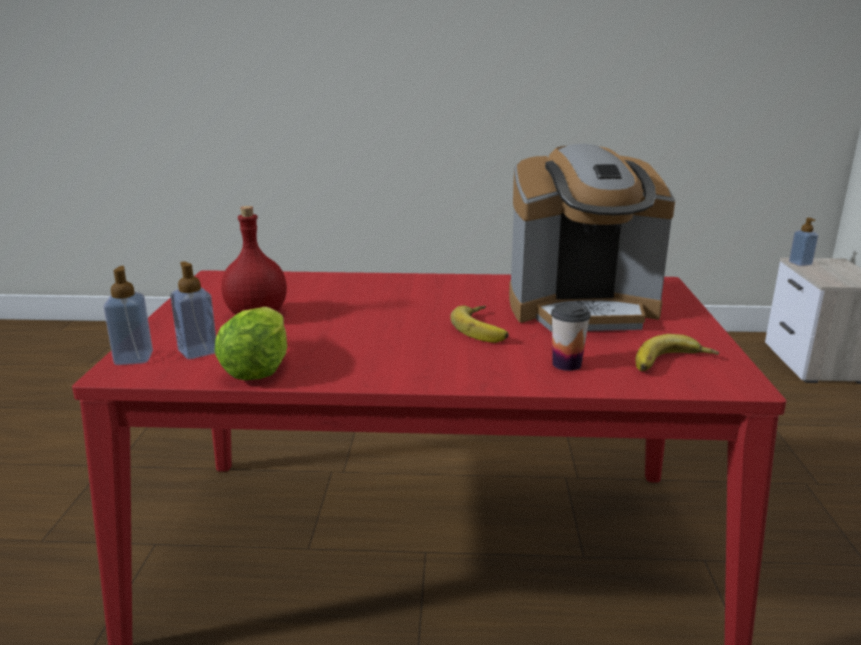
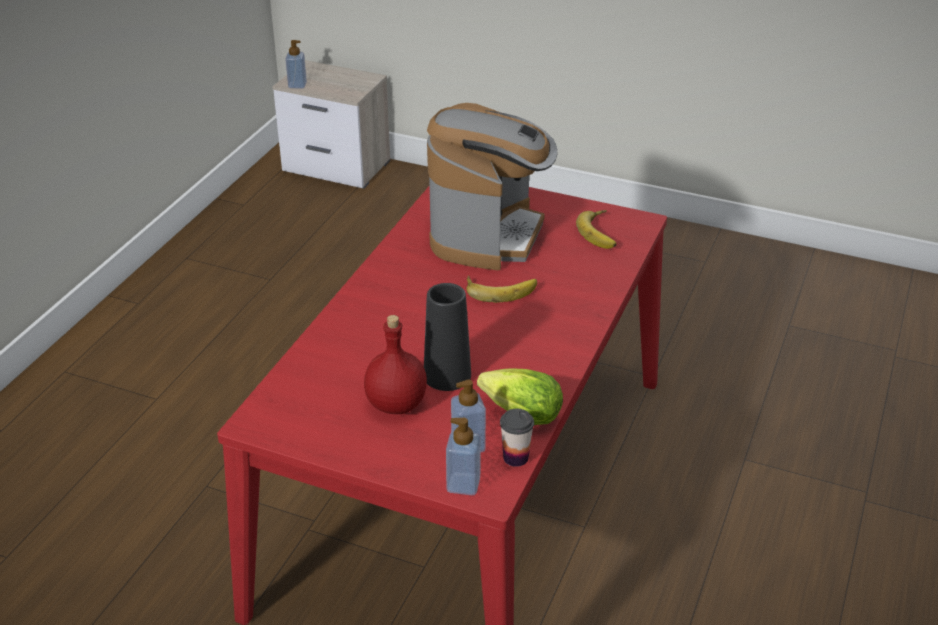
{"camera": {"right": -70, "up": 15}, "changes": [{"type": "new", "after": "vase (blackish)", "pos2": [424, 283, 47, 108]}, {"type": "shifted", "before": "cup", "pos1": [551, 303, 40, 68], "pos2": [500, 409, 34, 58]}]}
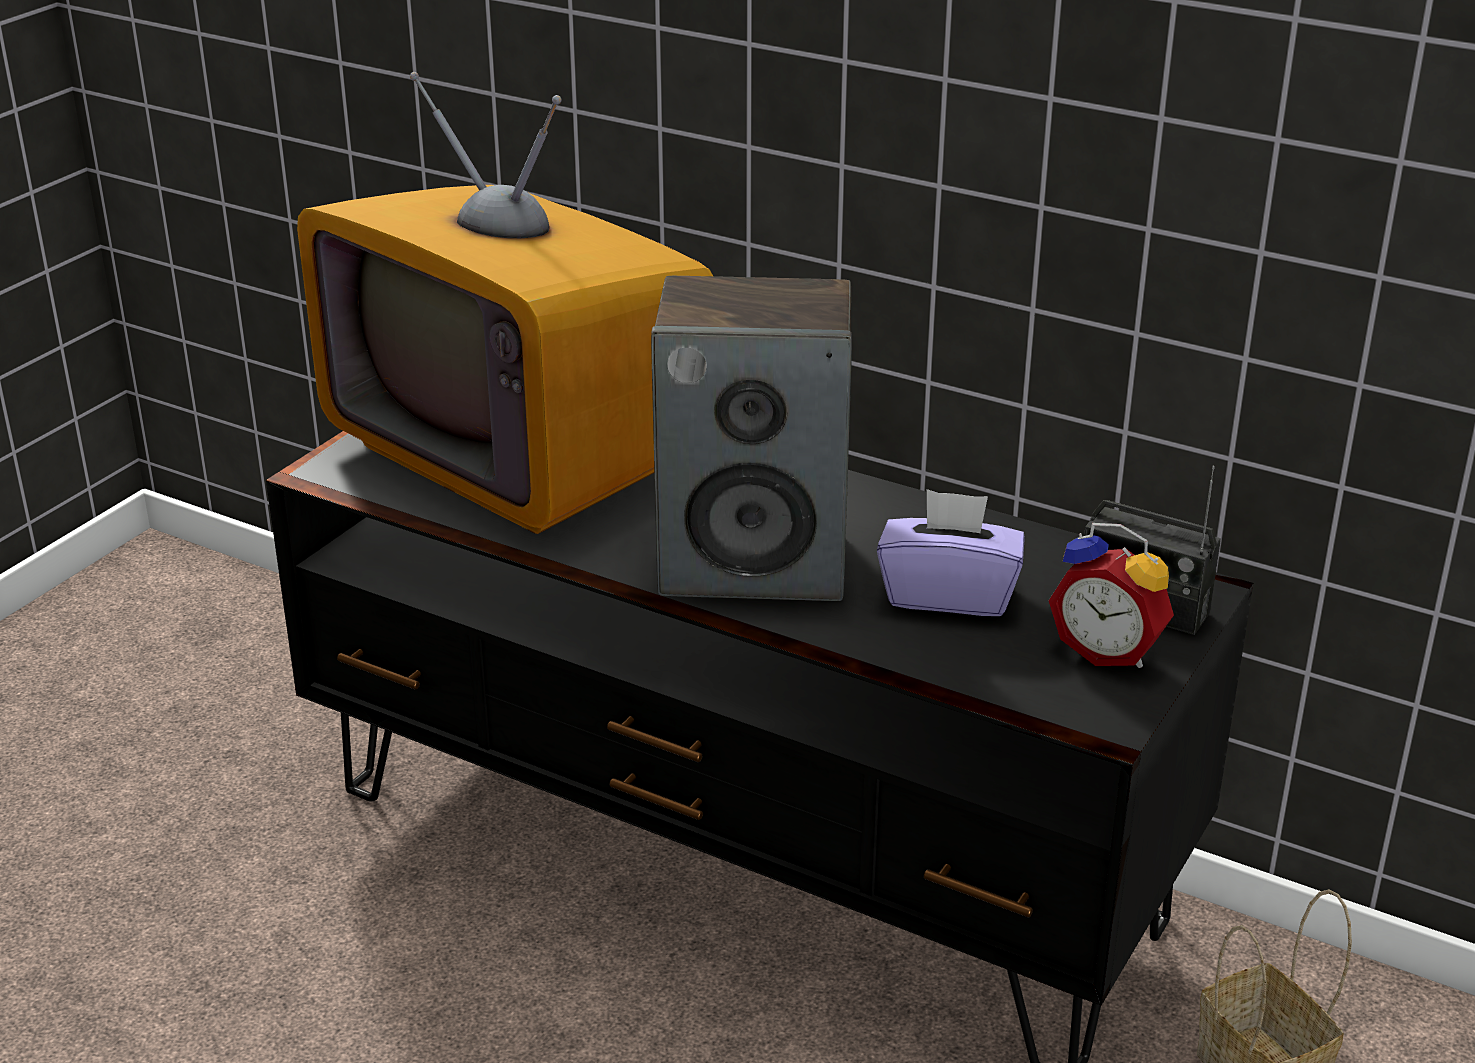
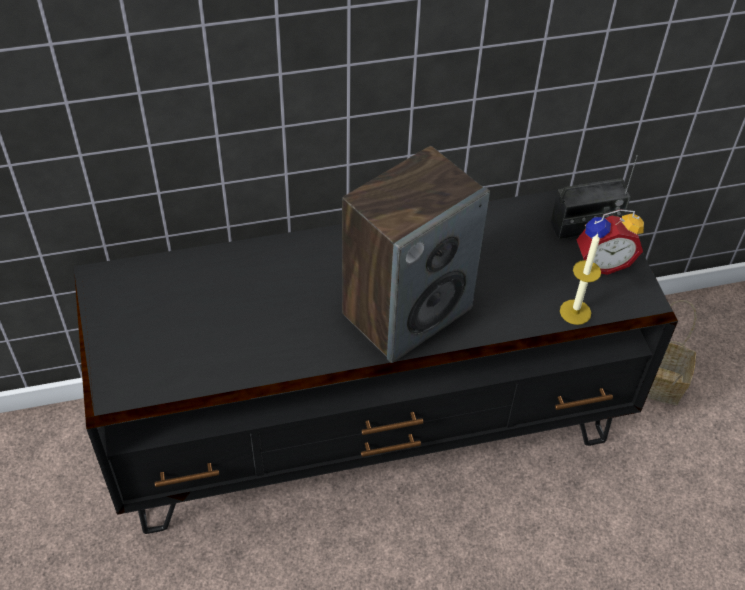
{"camera": {"right": -45, "up": 20}, "changes": [{"type": "new", "after": "wax light", "pos2": [560, 233, 41, 92]}, {"type": "gone", "before": "TV set", "pos1": [297, 72, 416, 462]}, {"type": "gone", "before": "tissue box (purple)", "pos1": [877, 489, 148, 127]}]}
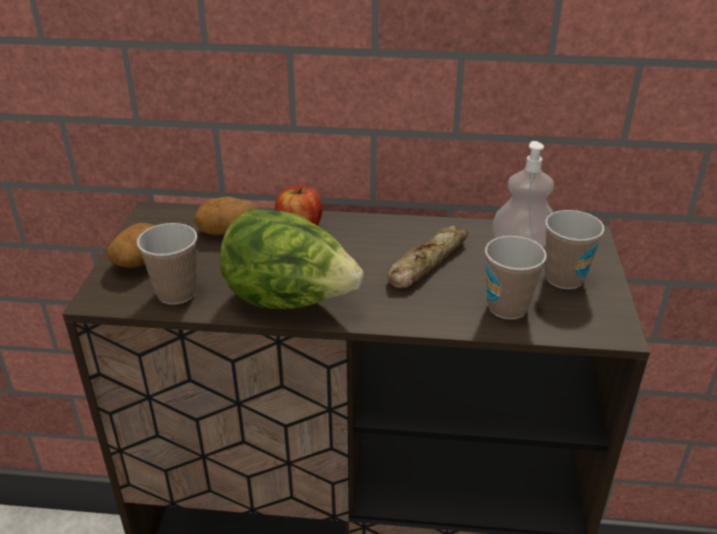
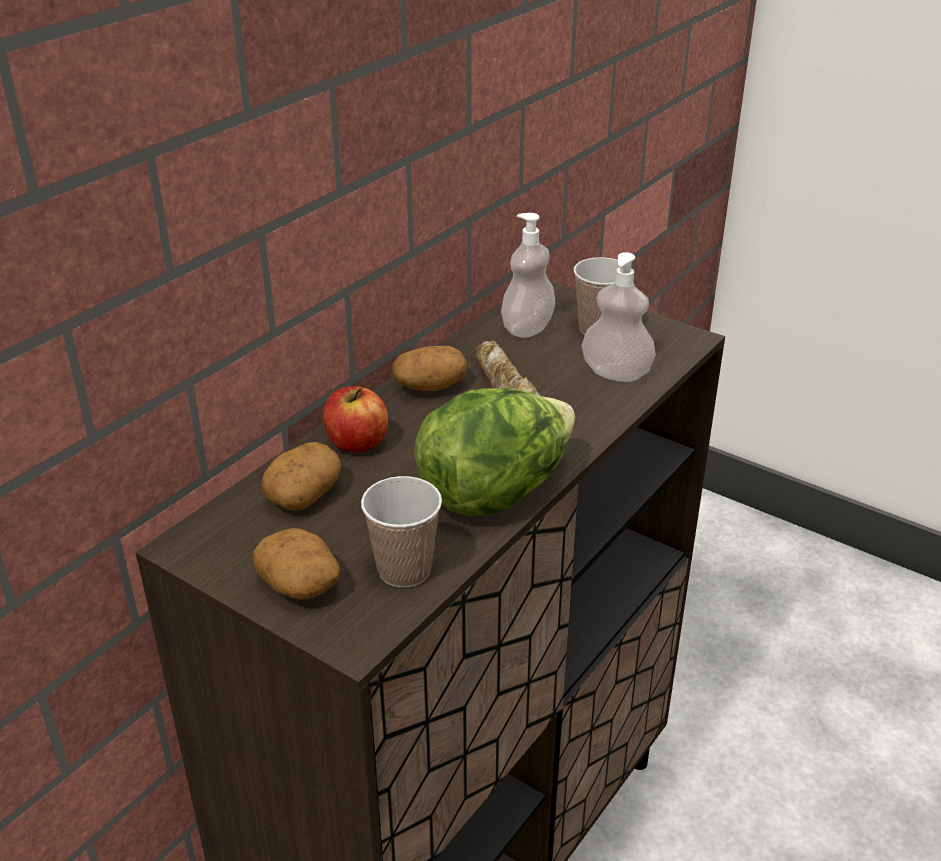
{"camera": {"right": -60, "up": 0}, "changes": [{"type": "new", "after": "spud", "pos2": [392, 346, 75, 45]}, {"type": "swapped", "before": "cup", "after": "soap dispenser", "pos1": [485, 236, 62, 83], "pos2": [582, 252, 74, 130]}]}
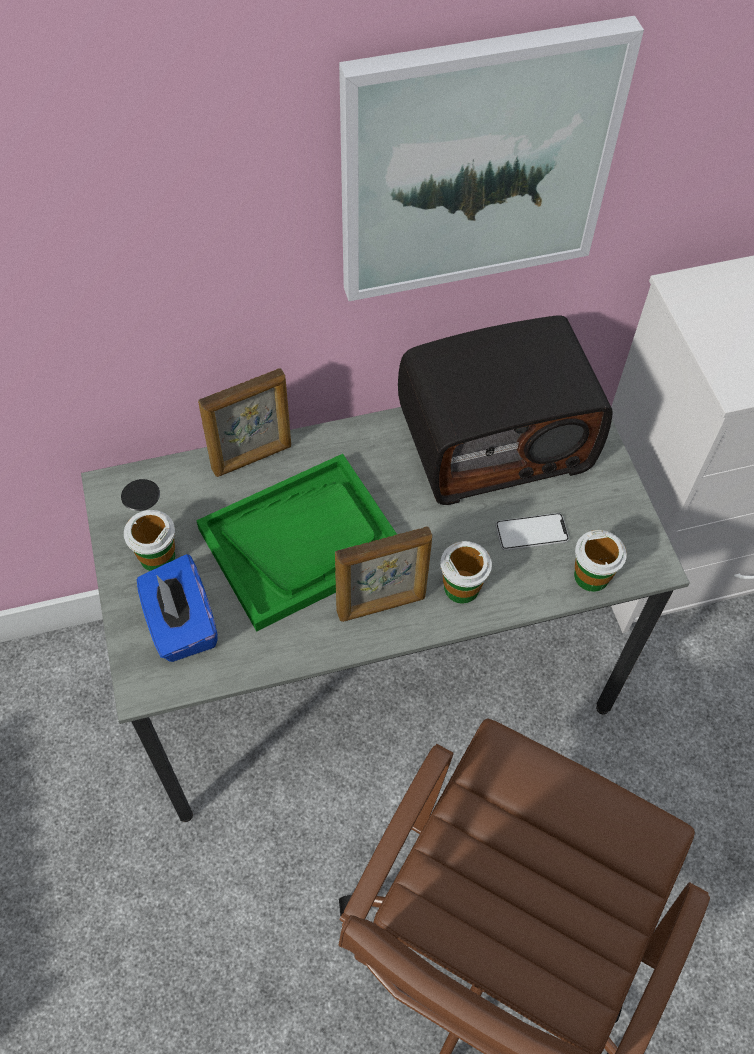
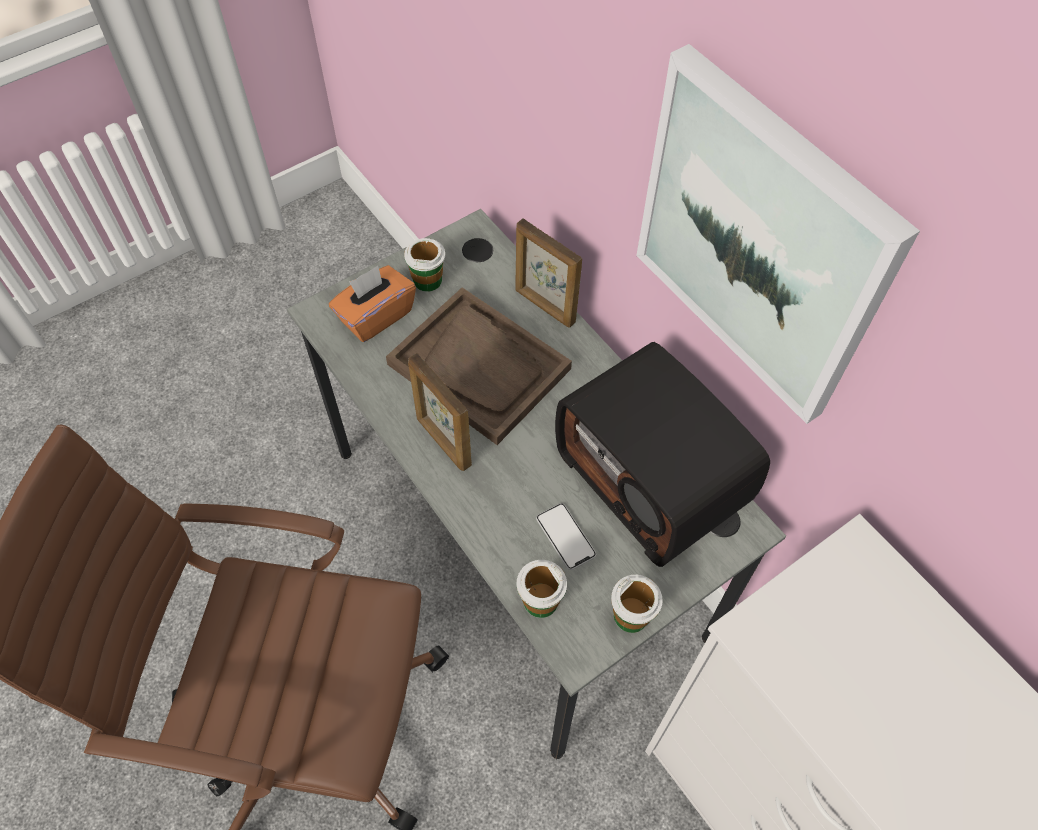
{"camera": {"right": 70, "up": 0}, "changes": [{"type": "repainted", "before": "tissue box (bluish)", "after": "tissue box (orange-coloured)", "pos1": [137, 554, 81, 108], "pos2": [329, 265, 87, 77]}, {"type": "repainted", "before": "tray (green-coloured)", "after": "tray (brown-coloured)", "pos1": [196, 454, 201, 178], "pos2": [386, 287, 186, 158]}, {"type": "shifted", "before": "cup", "pos1": [440, 541, 52, 63], "pos2": [611, 575, 52, 58]}]}
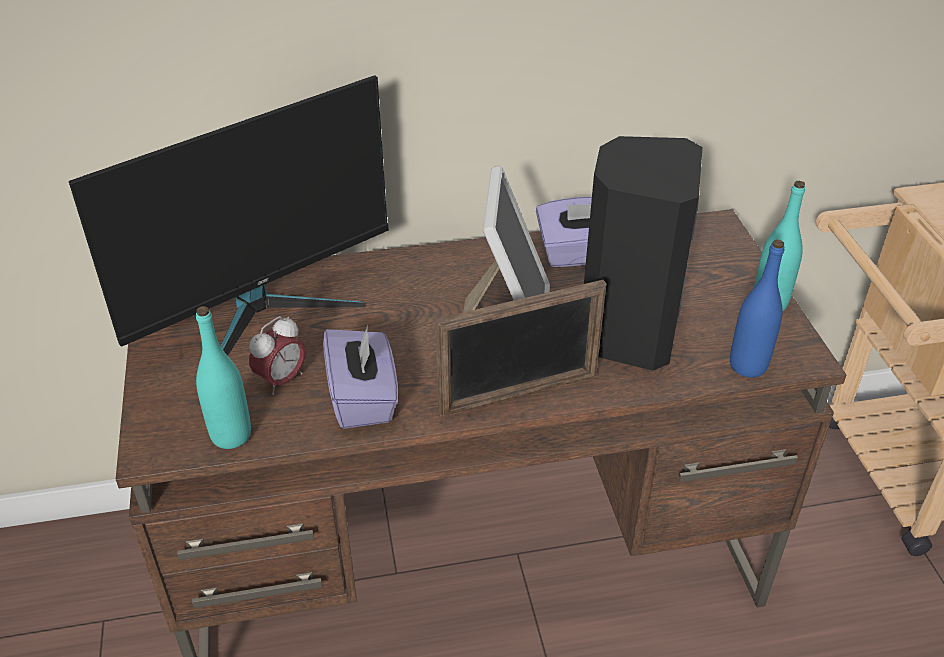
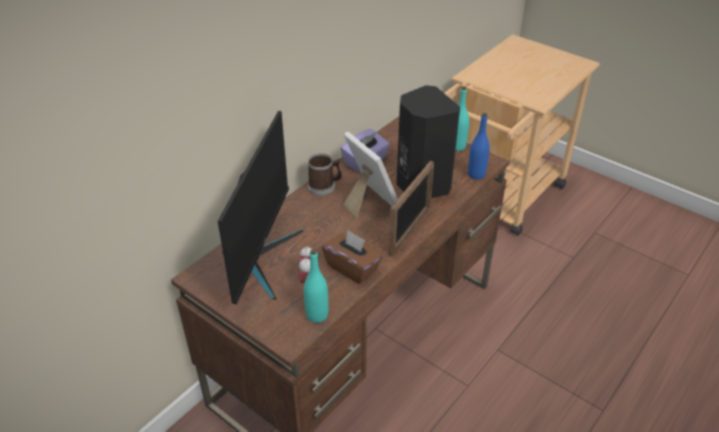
{"camera": {"right": -40, "up": 0}, "changes": [{"type": "new", "after": "coffee mug", "pos2": [307, 153, 35, 43]}, {"type": "repainted", "before": "tissue box (purple)", "after": "tissue box (brown-coloured)", "pos1": [323, 325, 75, 104], "pos2": [322, 230, 61, 54]}]}
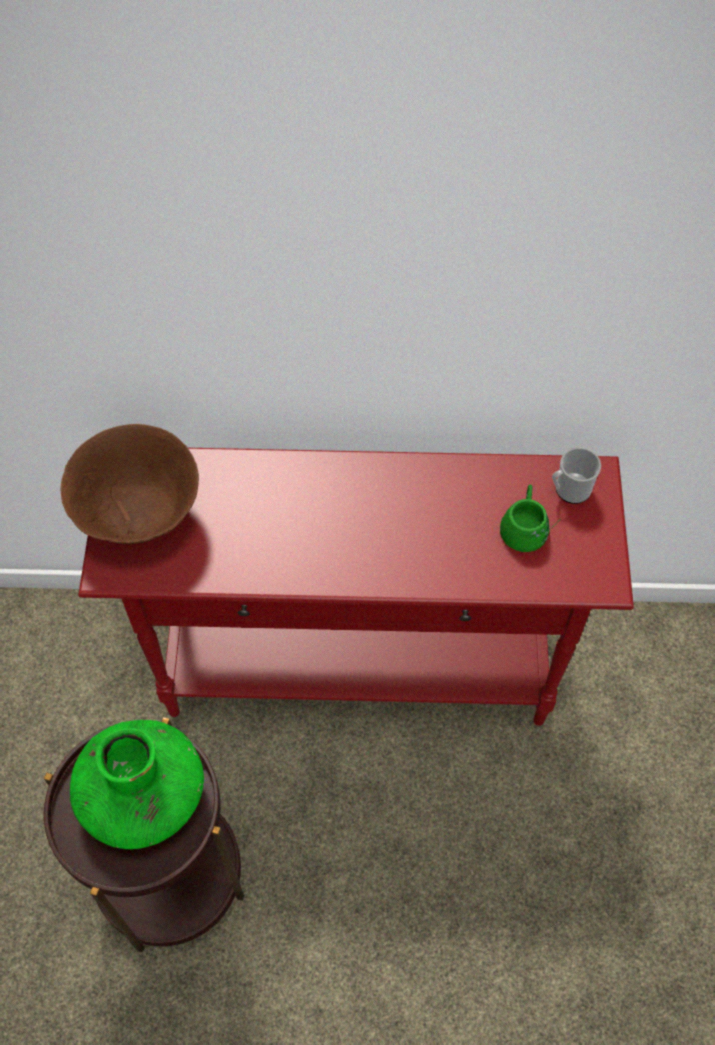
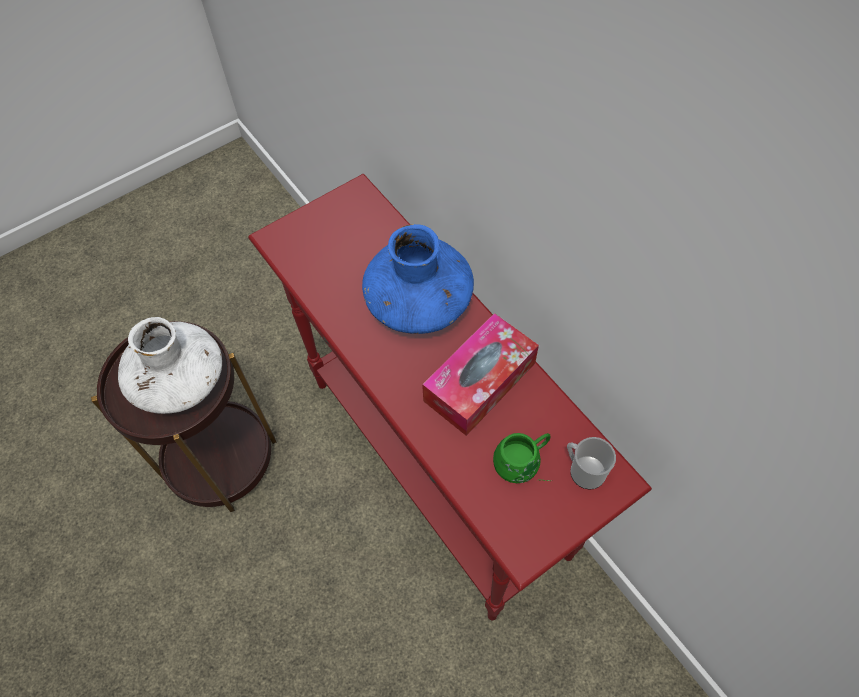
{"camera": {"right": 55, "up": 0}, "changes": [{"type": "repainted", "before": "vase (green-coloured)", "after": "vase (white)", "pos1": [70, 720, 134, 129], "pos2": [118, 317, 104, 97]}, {"type": "new", "after": "vase (bluish)", "pos2": [362, 224, 112, 110]}, {"type": "new", "after": "tissue box", "pos2": [422, 313, 117, 123]}, {"type": "gone", "before": "bowl (brown-coloured)", "pos1": [60, 424, 139, 121]}]}
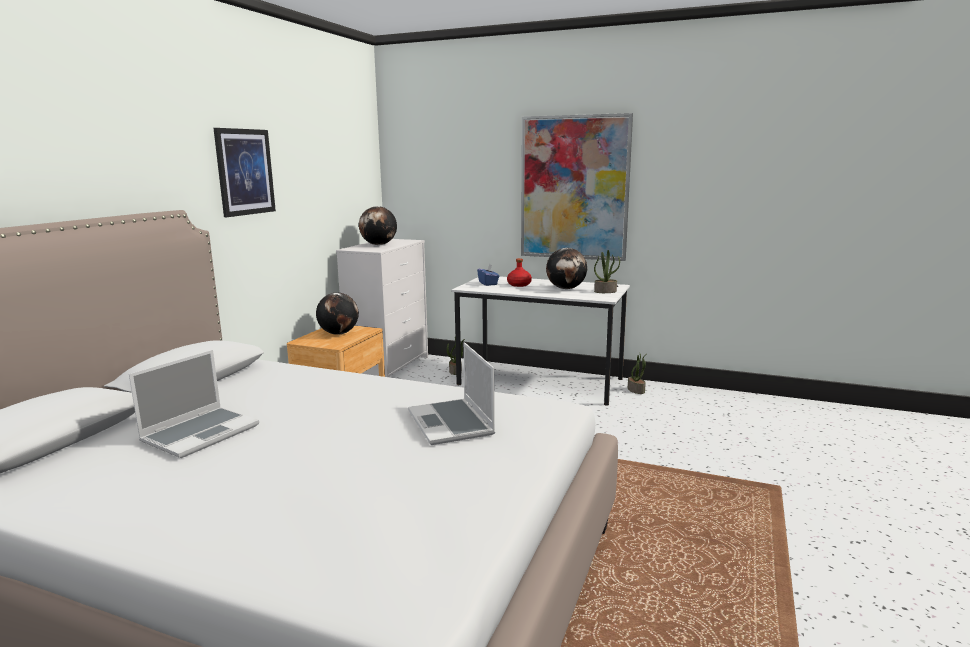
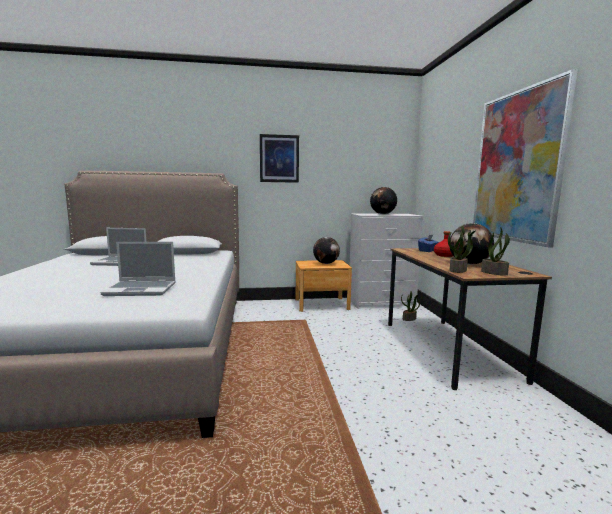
{"camera": {"right": 60, "up": -5}, "changes": [{"type": "rotated", "before": "laptop", "pos1": [408, 343, 87, 102], "pos2": [101, 242, 75, 54], "turn": -135}, {"type": "repainted", "before": "desk unit (white)", "after": "desk unit (brown-coloured)", "pos1": [451, 276, 179, 130], "pos2": [388, 248, 164, 142]}, {"type": "shifted", "before": "potted plant", "pos1": [628, 352, 18, 42], "pos2": [448, 226, 28, 47]}]}
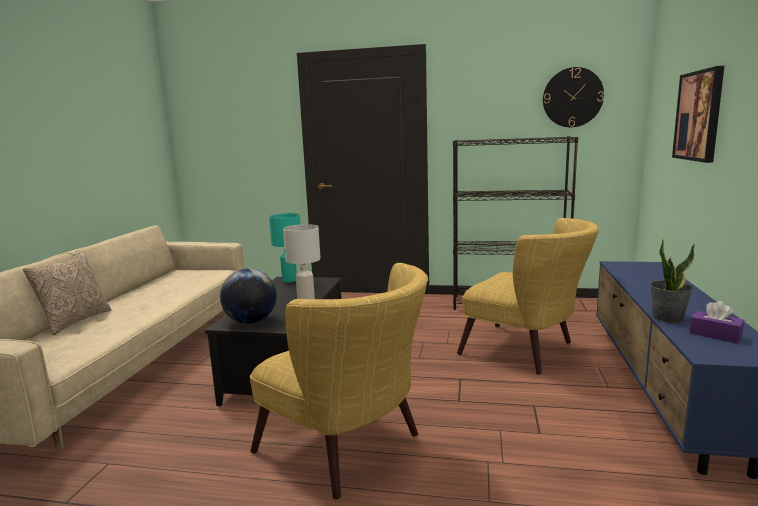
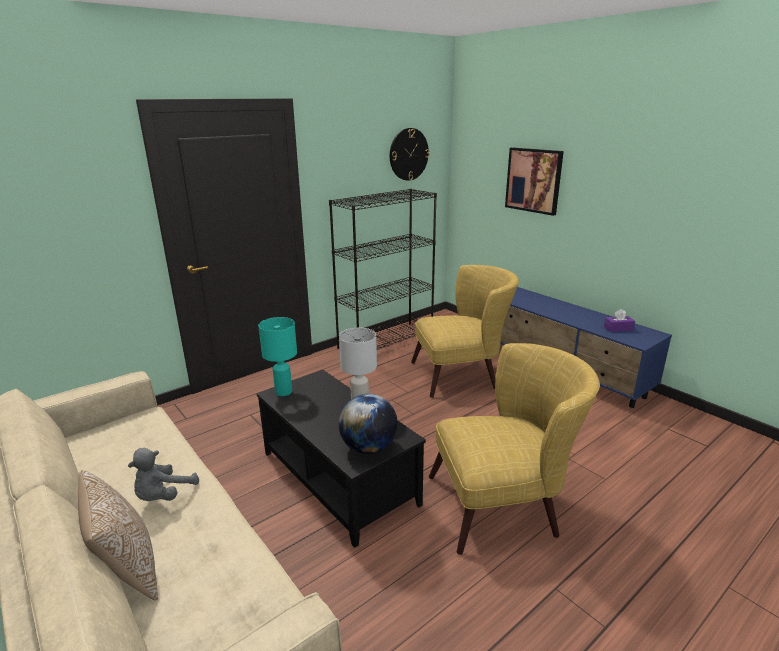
{"camera": {"right": -50, "up": 10}, "changes": [{"type": "new", "after": "plush toy (grey)", "pos2": [128, 447, 71, 54]}, {"type": "gone", "before": "potted plant", "pos1": [650, 240, 45, 83]}]}
